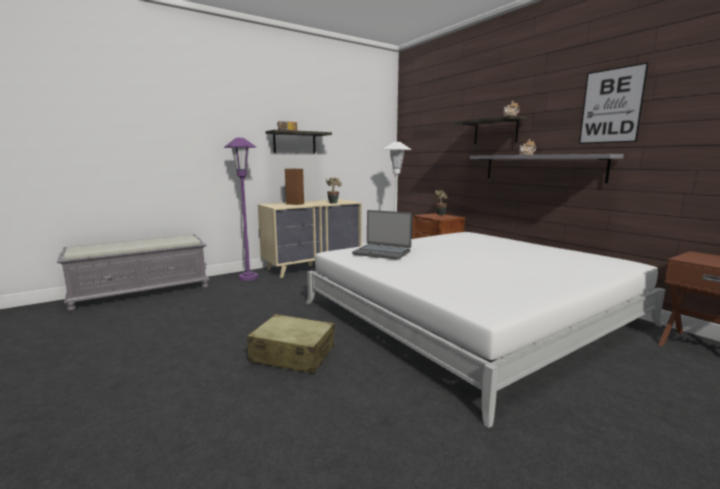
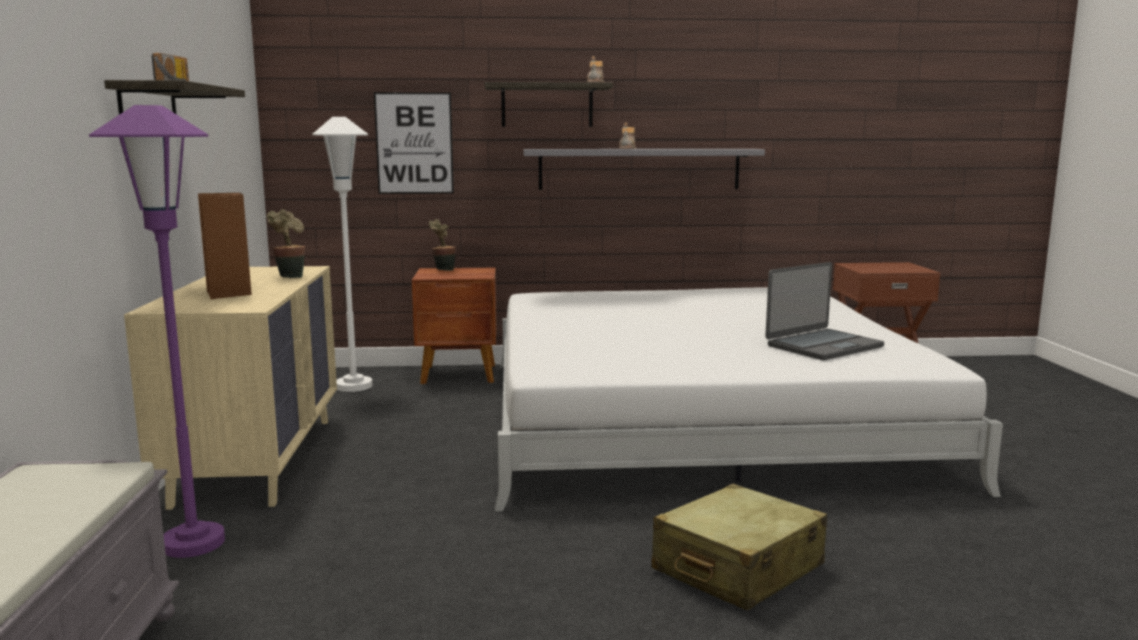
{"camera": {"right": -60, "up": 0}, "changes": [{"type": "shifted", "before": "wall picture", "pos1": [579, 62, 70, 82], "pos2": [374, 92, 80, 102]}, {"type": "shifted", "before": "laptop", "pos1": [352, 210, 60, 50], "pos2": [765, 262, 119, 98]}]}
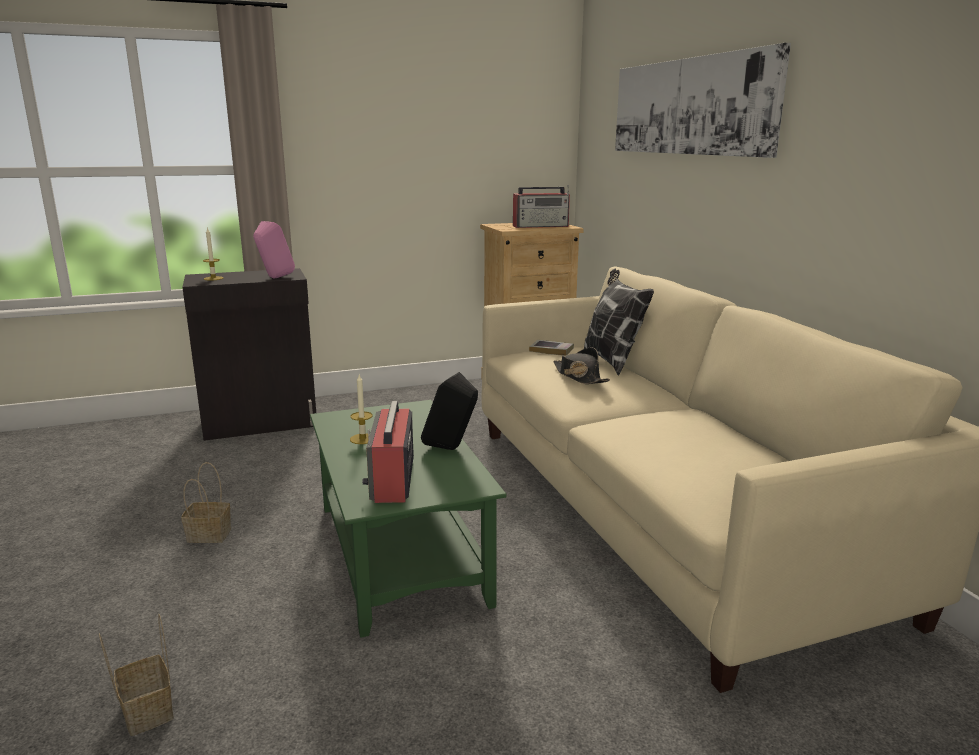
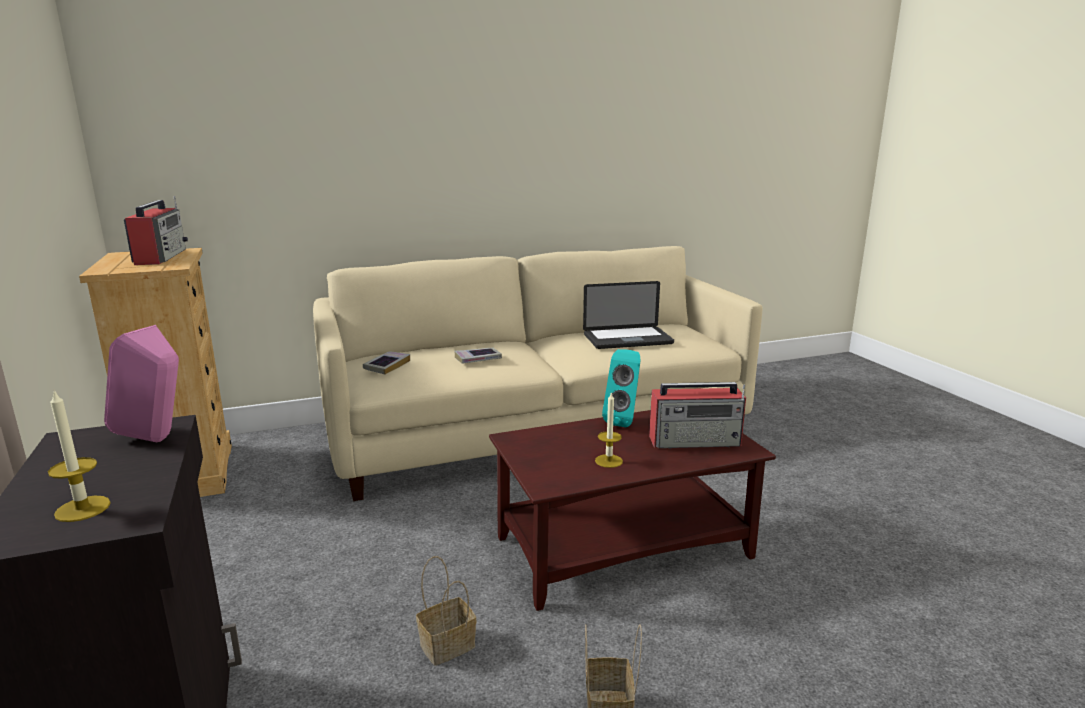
{"camera": {"right": -90, "up": 0}, "changes": [{"type": "shifted", "before": "basket", "pos1": [99, 614, 75, 122], "pos2": [416, 556, 60, 109]}, {"type": "swapped", "before": "wearable hat (blackish)", "after": "volume", "pos1": [553, 347, 57, 37], "pos2": [454, 348, 48, 16]}, {"type": "repainted", "before": "lounge table (green-coloured)", "after": "lounge table (brown-coloured)", "pos1": [310, 400, 196, 238], "pos2": [489, 410, 287, 201]}, {"type": "new", "after": "laptop", "pos2": [583, 281, 91, 68]}, {"type": "repainted", "before": "loudspeaker (blackish)", "after": "loudspeaker (turquoise-coloured)", "pos1": [421, 372, 57, 78], "pos2": [602, 349, 38, 78]}, {"type": "gone", "before": "throw pillow", "pos1": [584, 268, 70, 107]}, {"type": "gone", "before": "wall picture", "pos1": [615, 43, 176, 115]}]}
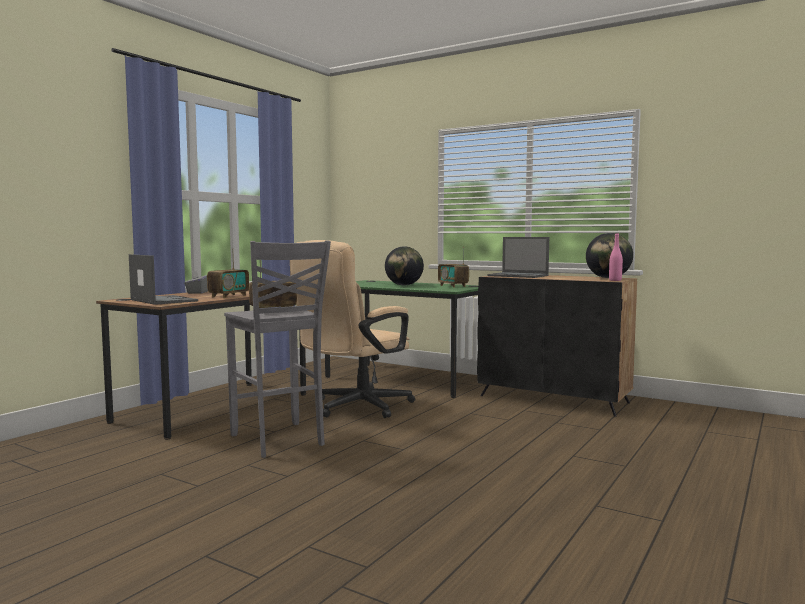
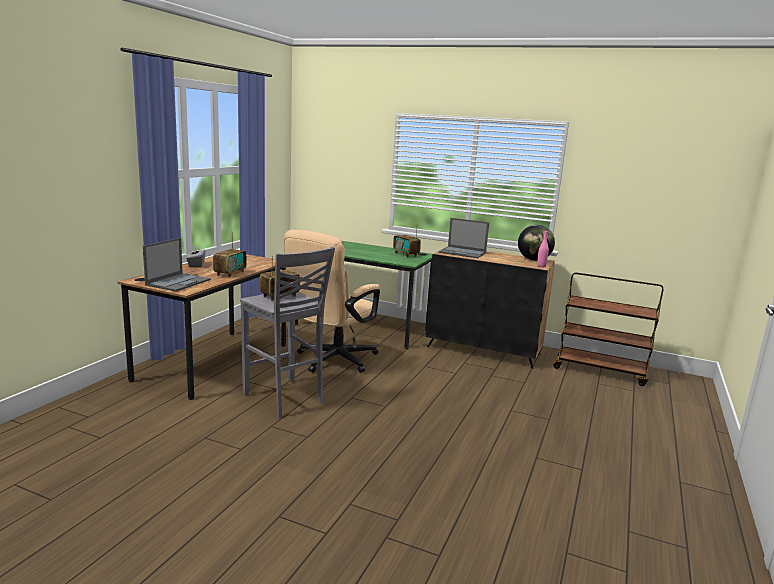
{"camera": {"right": -10, "up": 10}, "changes": [{"type": "rotated", "before": "laptop", "pos1": [129, 254, 69, 51], "pos2": [143, 238, 68, 53], "turn": 75}, {"type": "new", "after": "wheeled cart (brown-coloured)", "pos2": [554, 272, 109, 114]}, {"type": "gone", "before": "world globe", "pos1": [385, 246, 39, 39]}]}
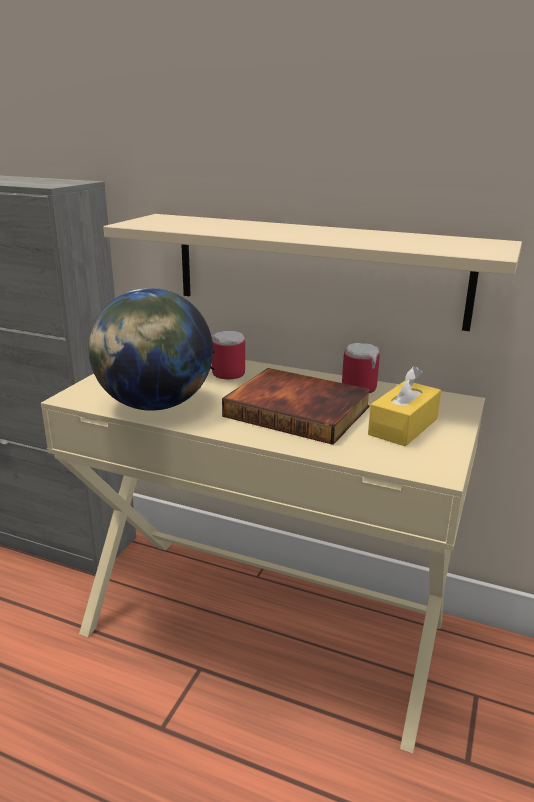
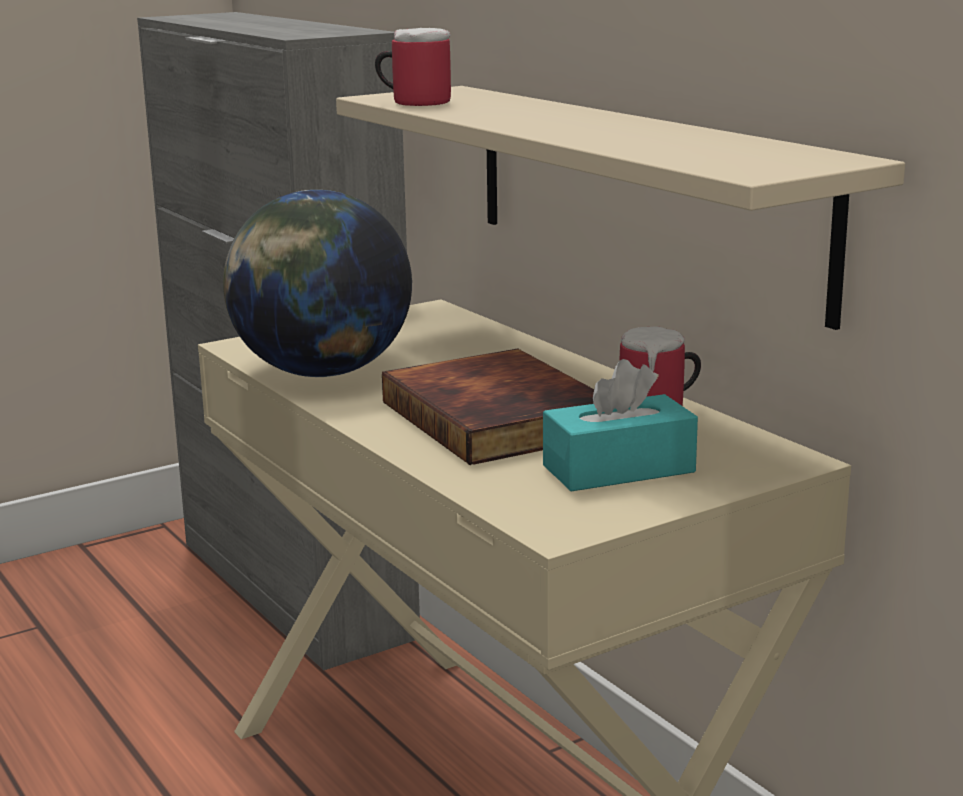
{"camera": {"right": 35, "up": -5}, "changes": [{"type": "shifted", "before": "coffee mug", "pos1": [210, 331, 35, 49], "pos2": [375, 28, 76, 78]}, {"type": "repainted", "before": "tissue box (yellow-coloured)", "after": "tissue box (turquoise-coloured)", "pos1": [368, 366, 73, 81], "pos2": [543, 359, 155, 132]}]}
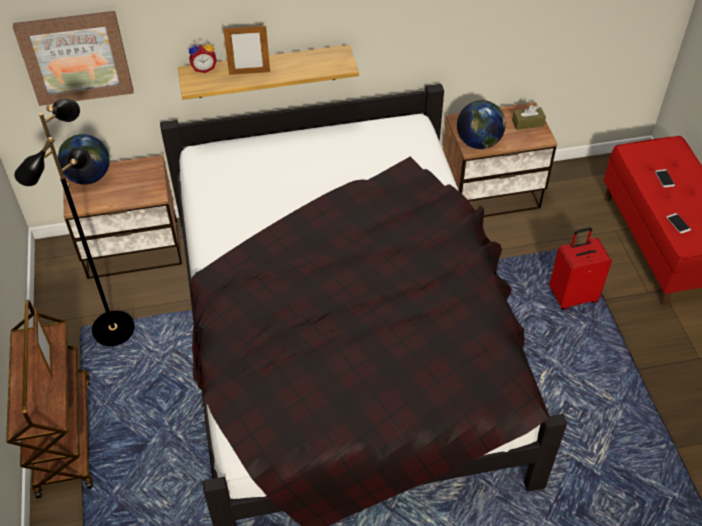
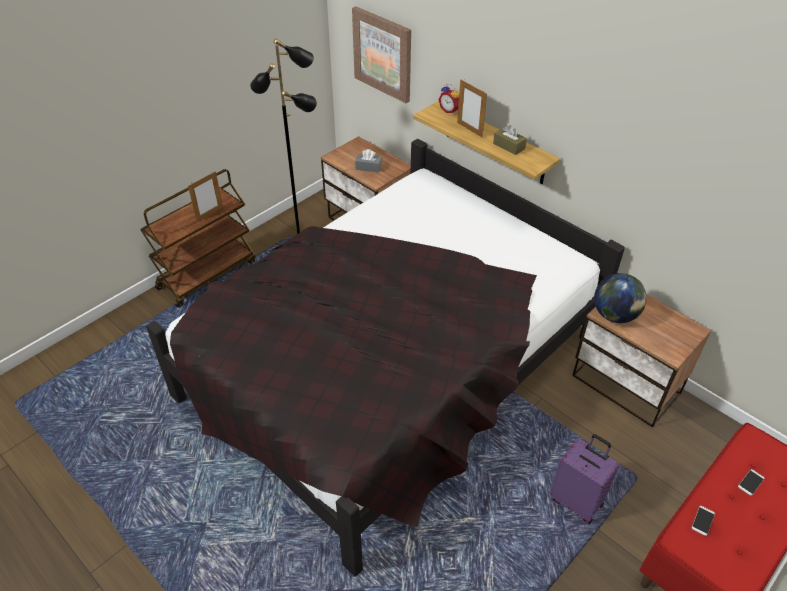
{"camera": {"right": 55, "up": -5}, "changes": [{"type": "new", "after": "tissue box (grey)", "pos2": [355, 149, 27, 23]}, {"type": "shifted", "before": "tissue box (brown-coloured)", "pos1": [512, 105, 34, 25], "pos2": [493, 125, 34, 30]}, {"type": "repainted", "before": "suitcase (reddish)", "after": "suitcase (purple)", "pos1": [549, 227, 63, 83], "pos2": [550, 434, 69, 90]}, {"type": "gone", "before": "world globe", "pos1": [58, 134, 52, 51]}]}
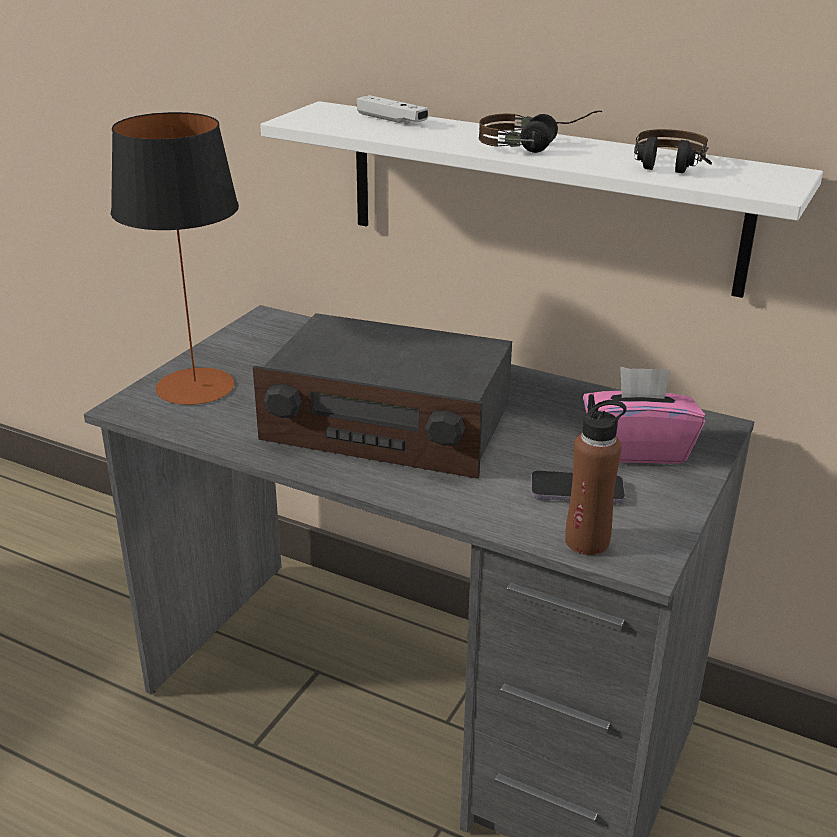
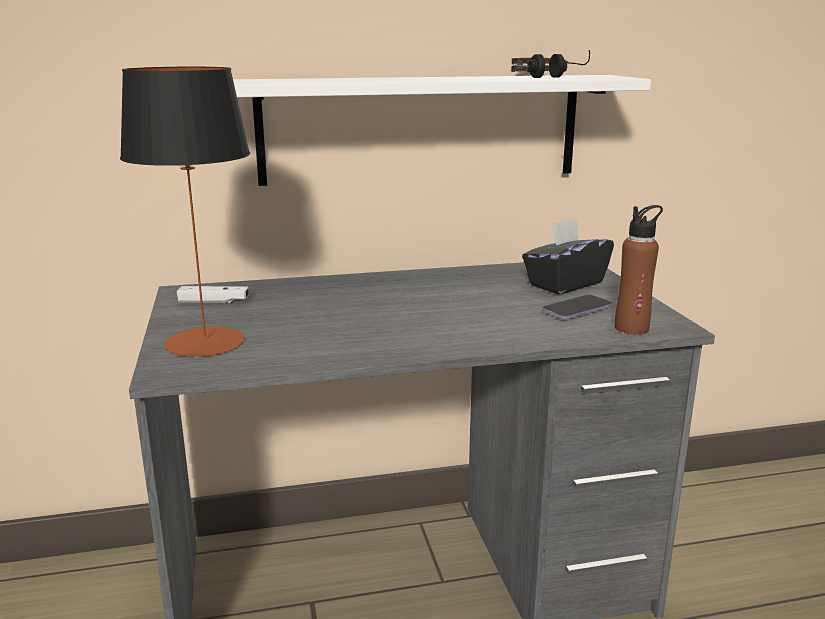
{"camera": {"right": -40, "up": -10}, "changes": [{"type": "shifted", "before": "joypad (white)", "pos1": [357, 95, 72, 29], "pos2": [177, 286, 72, 17]}, {"type": "repainted", "before": "tissue box (pink-coloured)", "after": "tissue box (blackish)", "pos1": [583, 367, 123, 97], "pos2": [522, 219, 92, 75]}, {"type": "gone", "before": "radio set", "pos1": [253, 313, 259, 166]}, {"type": "gone", "before": "headset", "pos1": [479, 111, 123, 42]}]}
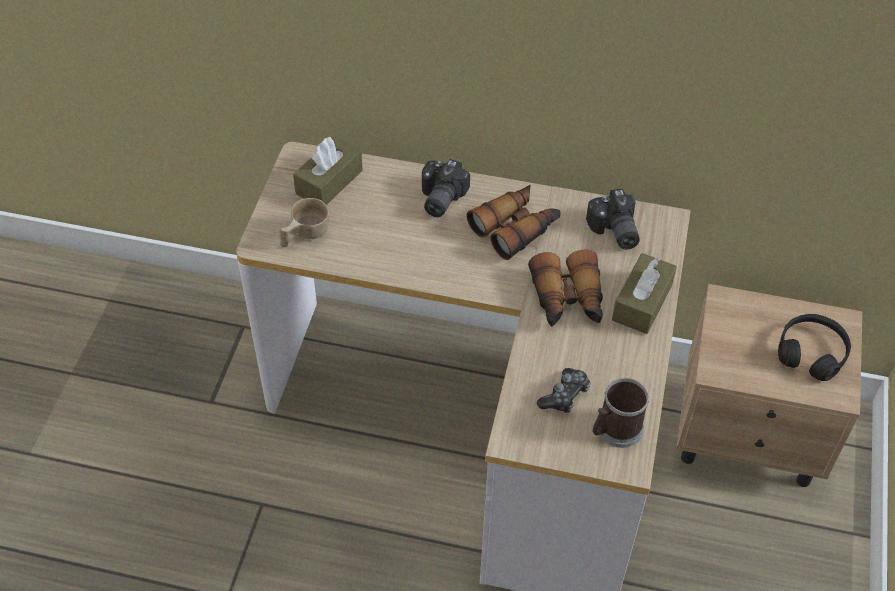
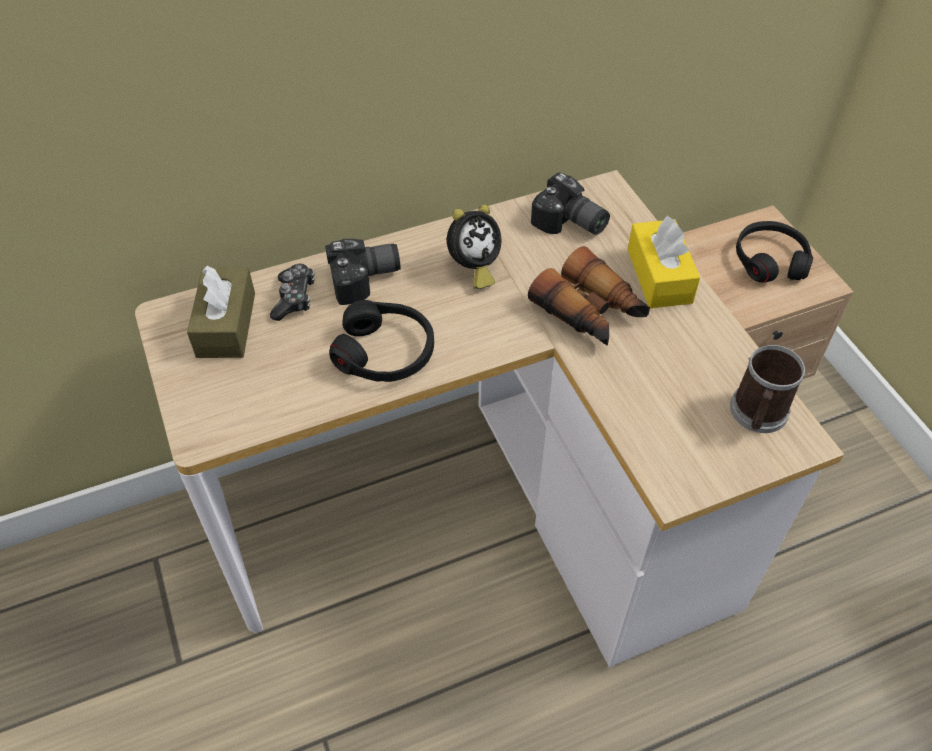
{"camera": {"right": -35, "up": 0}, "changes": [{"type": "shifted", "before": "joypad", "pos1": [537, 368, 54, 45], "pos2": [270, 264, 45, 57]}, {"type": "rotated", "before": "photo camera", "pos1": [422, 159, 48, 58], "pos2": [325, 239, 76, 66], "turn": -90}, {"type": "new", "after": "headset (blackish)", "pos2": [329, 300, 105, 82]}, {"type": "swapped", "before": "binoculars", "after": "alarm clock", "pos1": [467, 185, 94, 75], "pos2": [447, 205, 54, 84]}, {"type": "repainted", "before": "tissue box (brown-coloured)", "after": "tissue box (yellow-coloured)", "pos1": [612, 253, 65, 81], "pos2": [628, 216, 72, 92]}, {"type": "gone", "before": "cup (beige-coloured)", "pos1": [280, 198, 50, 49]}]}
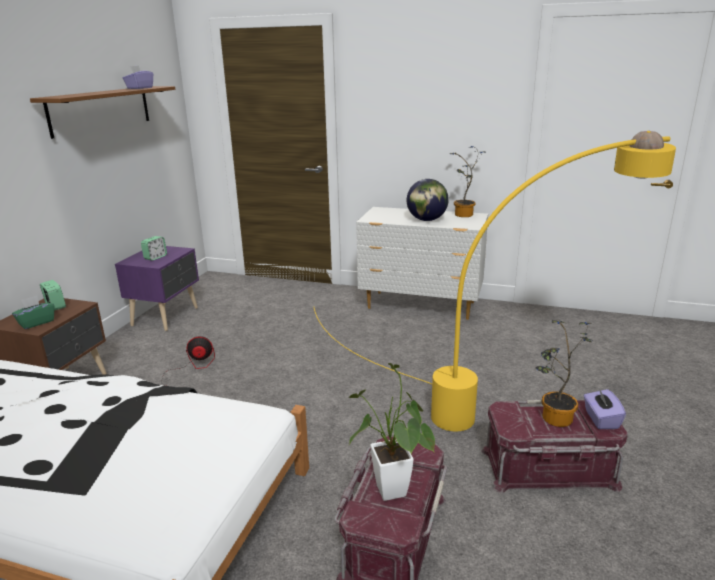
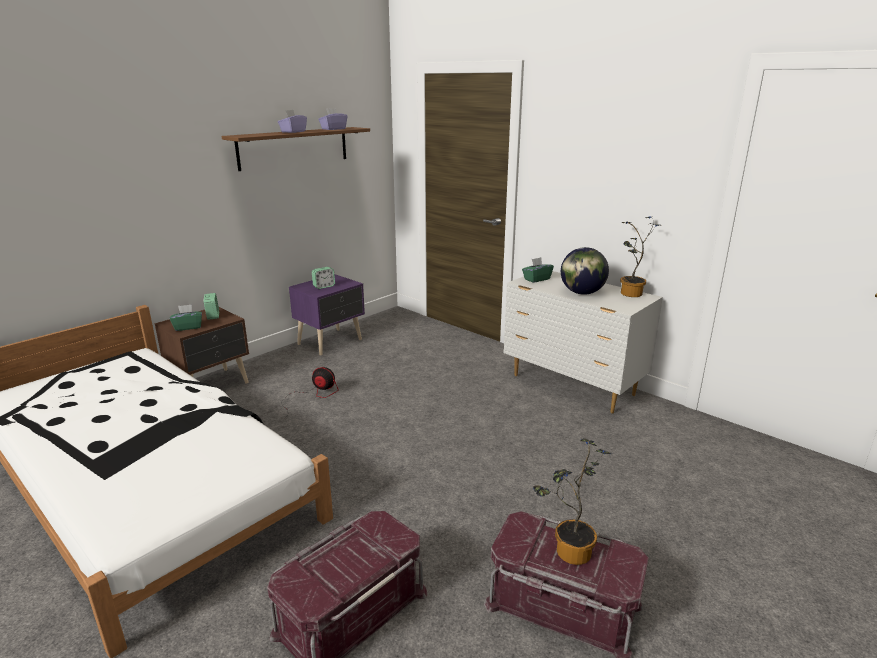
{"camera": {"right": 25, "up": 0}, "changes": [{"type": "shifted", "before": "tissue box (purple)", "pos1": [584, 389, 42, 40], "pos2": [278, 110, 29, 23]}, {"type": "new", "after": "tissue box (green-coloured)", "pos2": [522, 257, 32, 26]}, {"type": "gone", "before": "standing lamp (yellow-coloured)", "pos1": [314, 131, 362, 300]}, {"type": "gone", "before": "potted plant", "pos1": [349, 363, 86, 138]}]}
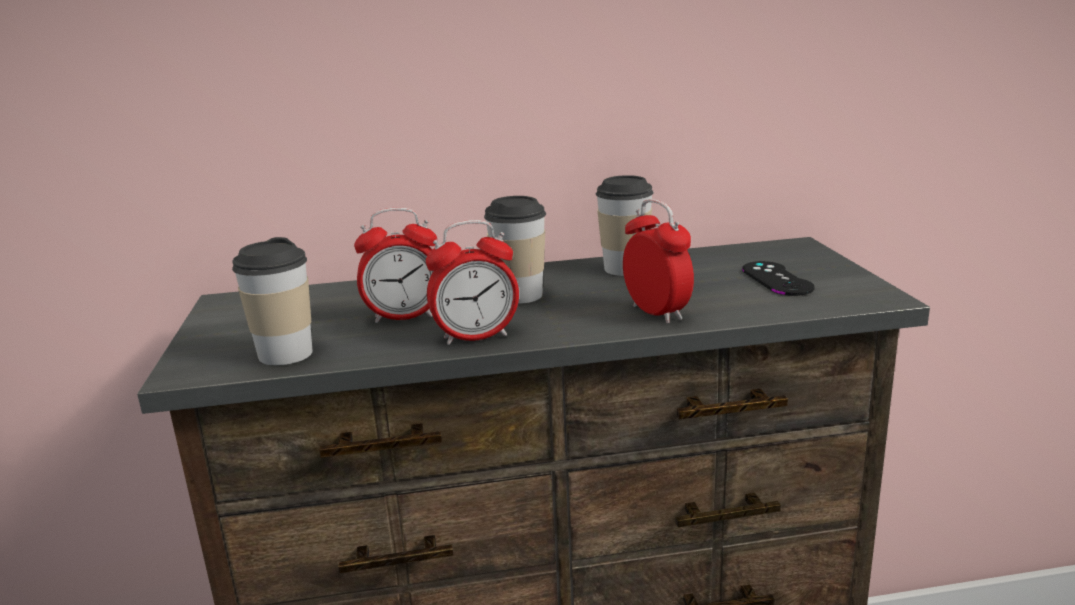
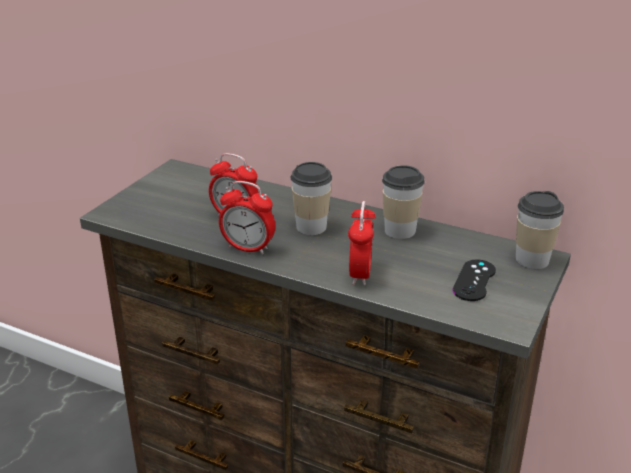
{"camera": {"right": 35, "up": 10}, "changes": [{"type": "shifted", "before": "cup", "pos1": [232, 237, 81, 128], "pos2": [516, 191, 48, 78]}]}
